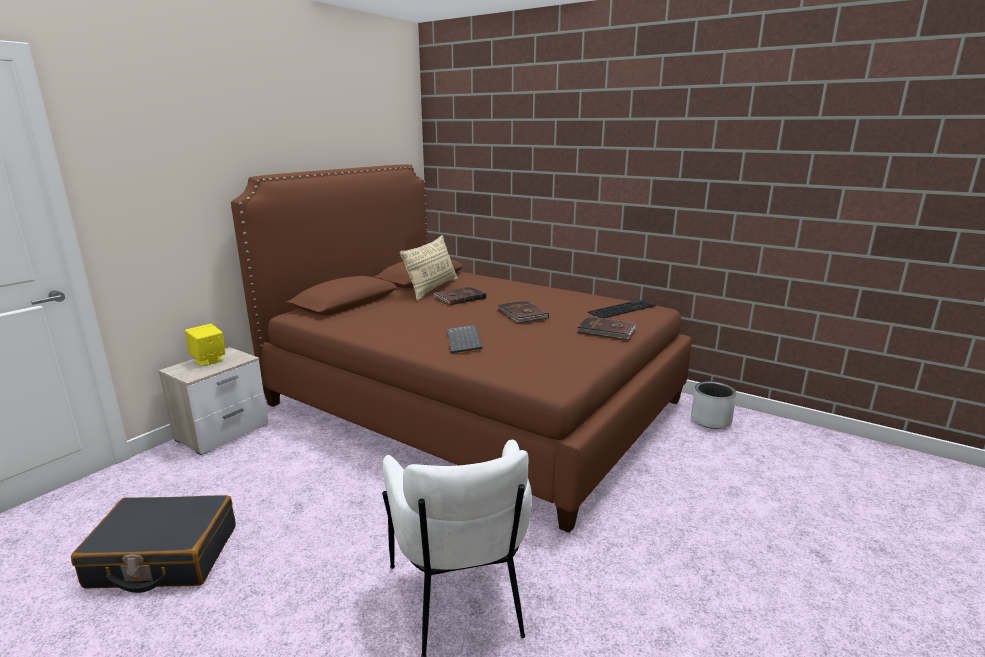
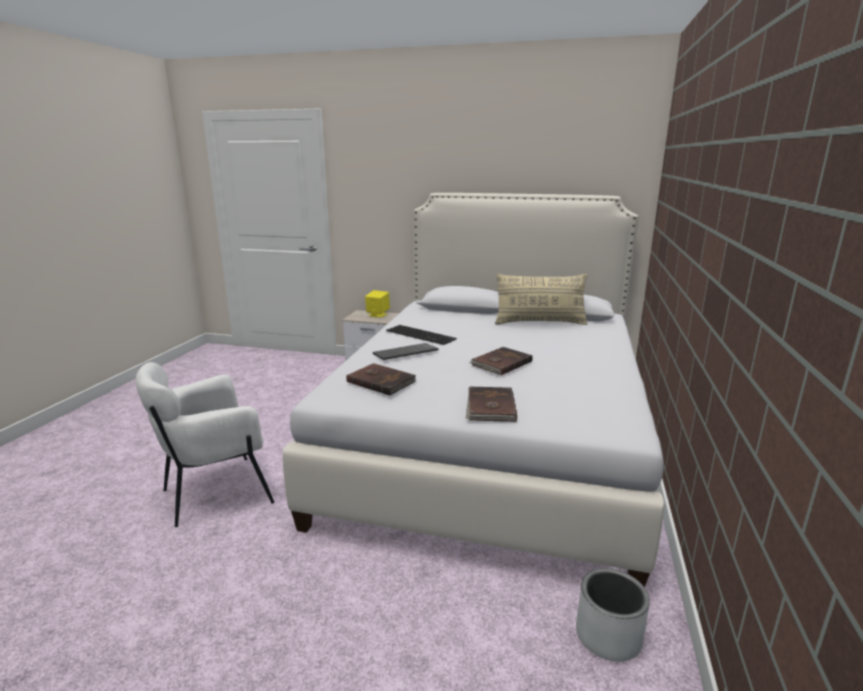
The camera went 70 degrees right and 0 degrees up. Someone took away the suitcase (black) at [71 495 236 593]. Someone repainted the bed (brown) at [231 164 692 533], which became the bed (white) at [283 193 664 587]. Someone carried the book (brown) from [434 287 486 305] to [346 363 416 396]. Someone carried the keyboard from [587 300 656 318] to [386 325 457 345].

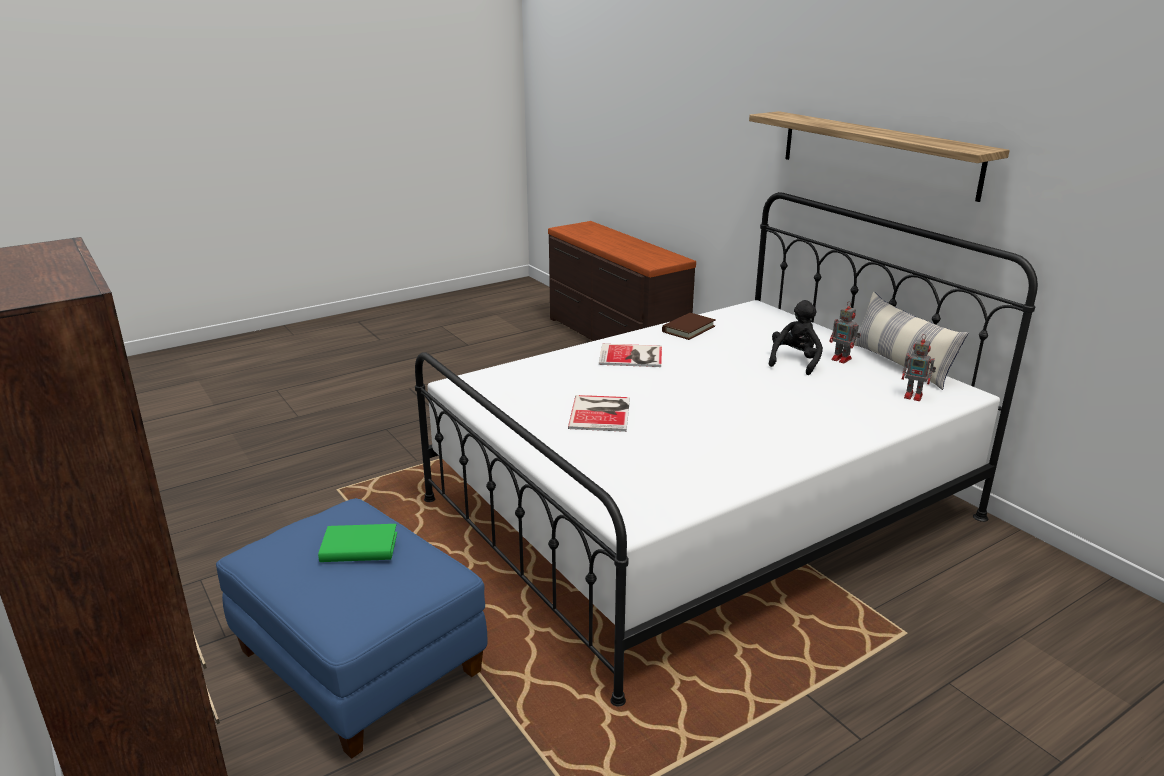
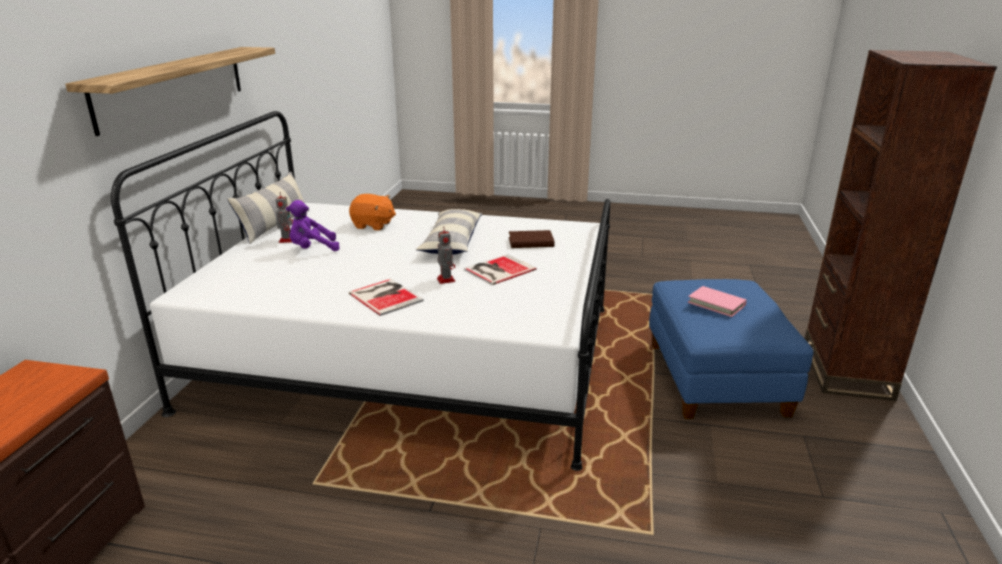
The camera went 135 degrees left and 0 degrees up. Someone repainted the book (green) at [318 524 397 562], which became the book (pink) at [688 286 747 317]. Someone carried the book (brown) from [662 313 716 340] to [509 230 555 248]. Someone repainted the plush toy (black) at [769 300 823 375], which became the plush toy (purple) at [286 200 340 251]. Someone carried the toy robot from [902 334 936 401] to [437 227 455 284]. Someone put down the plush toy (orange) at [349 194 396 230]. Someone put down the pillow at [416 209 482 254].

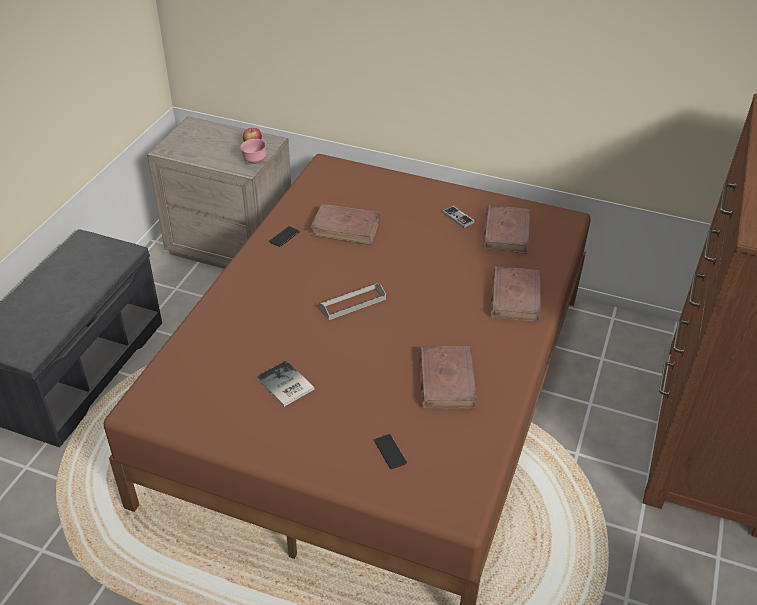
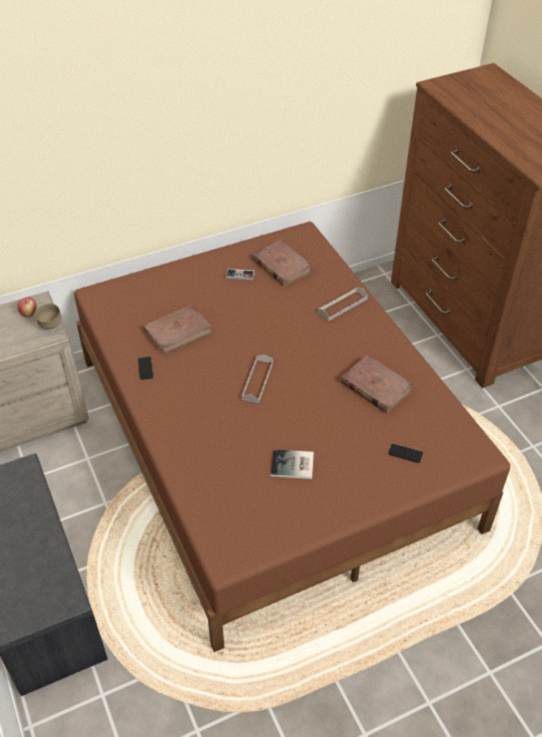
The camera went 45 degrees left and 5 degrees up. Someone repainted the bowl (pink) at [240 139 267 164], which became the bowl (brown) at [35 304 62 329]. Someone swapped the book (brown) at [490 266 540 322] for the tray (grey) at [318 287 368 321].

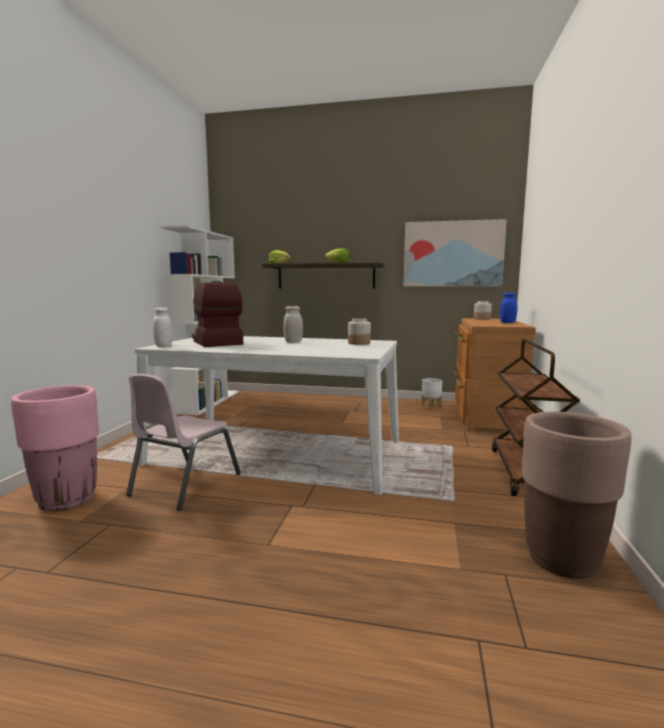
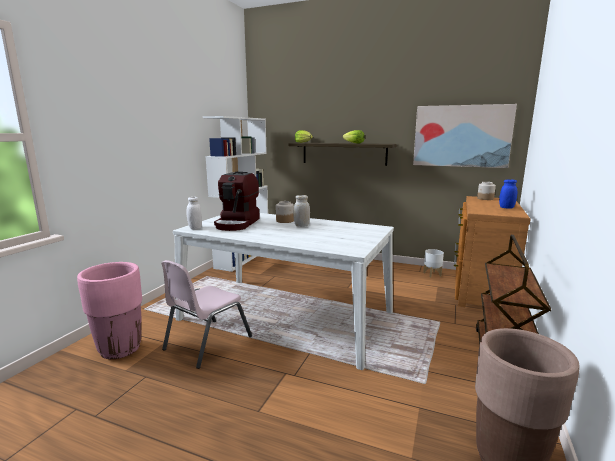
The camera went 10 degrees right and 5 degrees up. Someone rotated the coffee machine at [192 281 243 347] by 150 degrees counterclockwise. Someone carried the jar from [348 318 371 345] to [276 201 294 223].

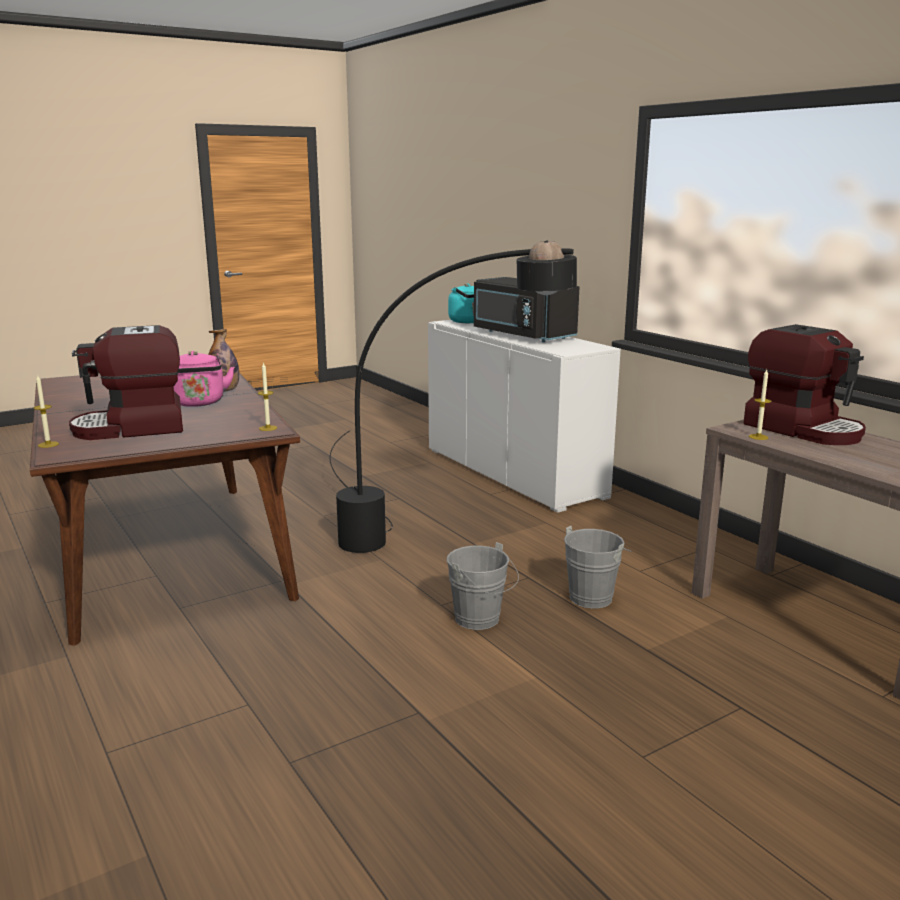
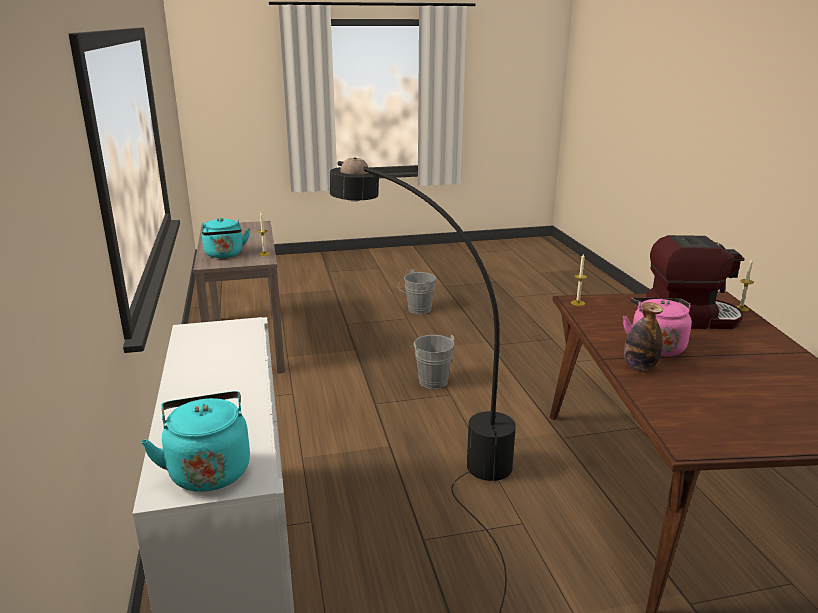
The camera went 160 degrees left and 5 degrees up. Someone took away the microwave (black) at [474 277 579 342]. Someone carried the bucket (grey) from [564 526 632 609] to [398 269 436 314]. Someone swapped the coffee machine at [744 324 866 445] for the kettle (turquoise) at [202 217 250 258].

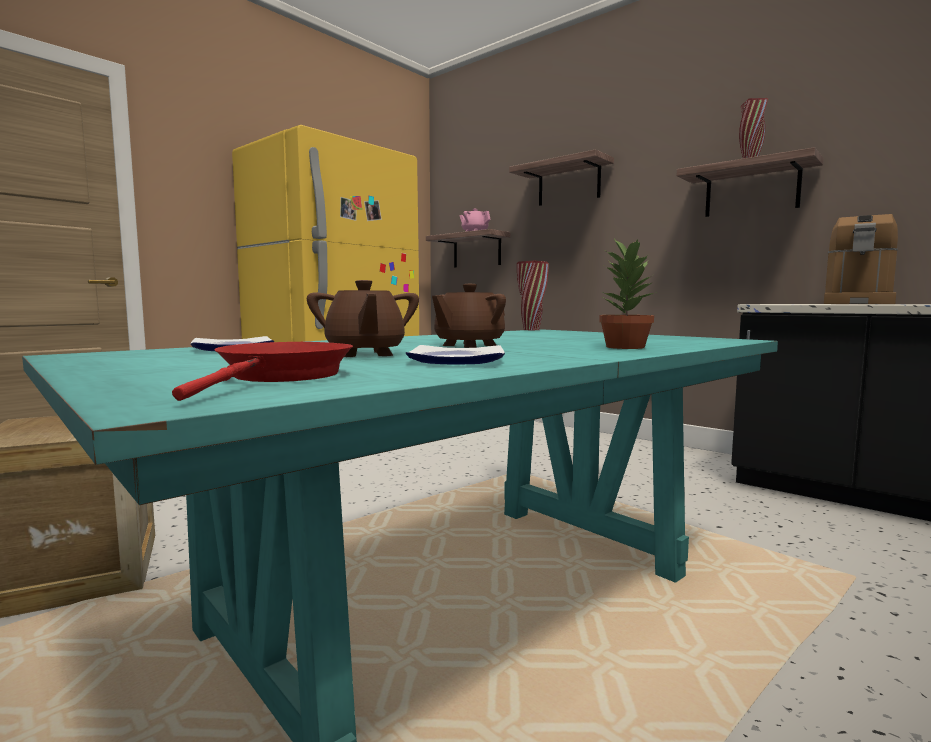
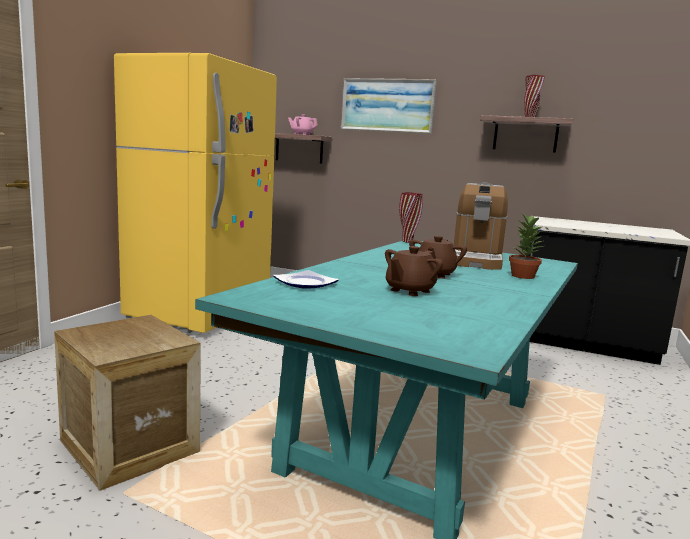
The camera went 20 degrees left and 5 degrees up. Someone took away the frying pan (red) at [172 342 353 401]. Someone rotated the teapot (brown) at [307 280 419 357] by 75 degrees clockwise. Someone took away the plate at [406 345 505 365]. Someone swapped the shelf at [509 149 614 206] for the picture at [341 78 437 134]. Someone carried the coffee machine from [824 214 898 304] to [454 182 508 270].

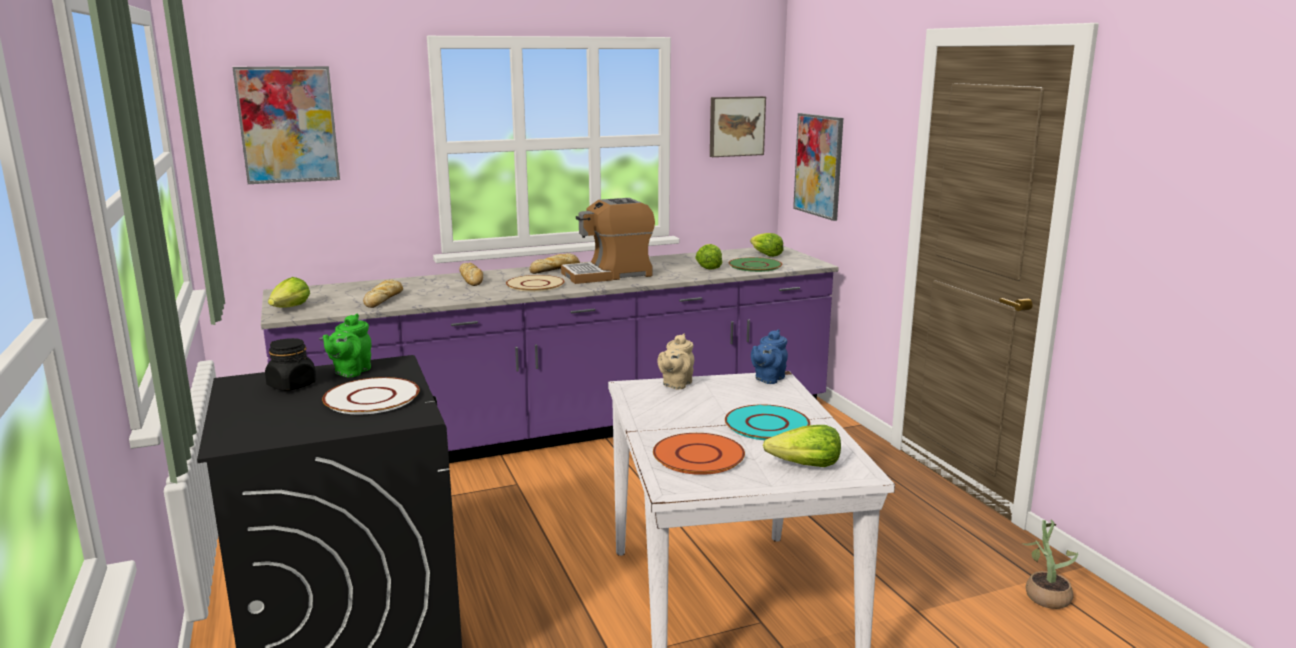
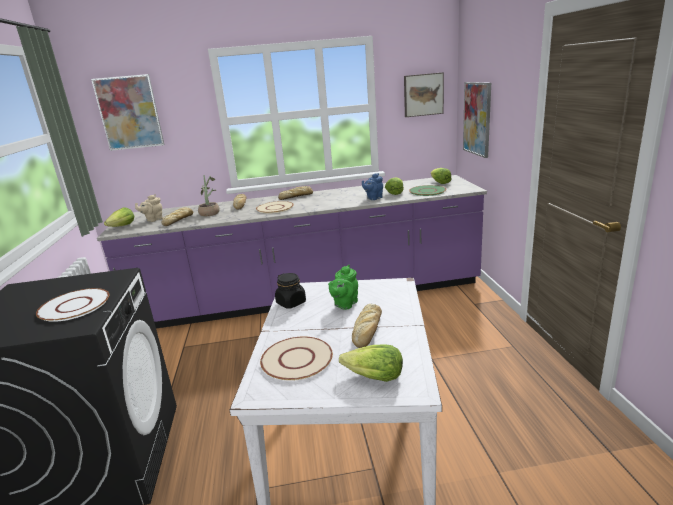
The camera went 15 degrees right and 5 degrees up. Someone carried the jar (black) from [265 338 316 391] to [275 273 306 309]. Someone carried the teapot (green) from [323 314 371 377] to [328 265 358 310]. Someone took away the coffee machine at [561 198 655 284]. Someone repainted the plate (orange) at [653 433 745 475], which became the plate (beige) at [260 336 333 381]. Someone carried the teapot (beige) from [658 334 694 389] to [135 194 163 222]. Someone swapped the plate (turquoise) at [725 404 810 440] for the bread at [352 304 382 348]. Someone carried the teapot (blue) from [751 329 788 384] to [362 173 383 200]. Someone carried the potted plant from [1022 520 1078 609] to [198 175 220 216].

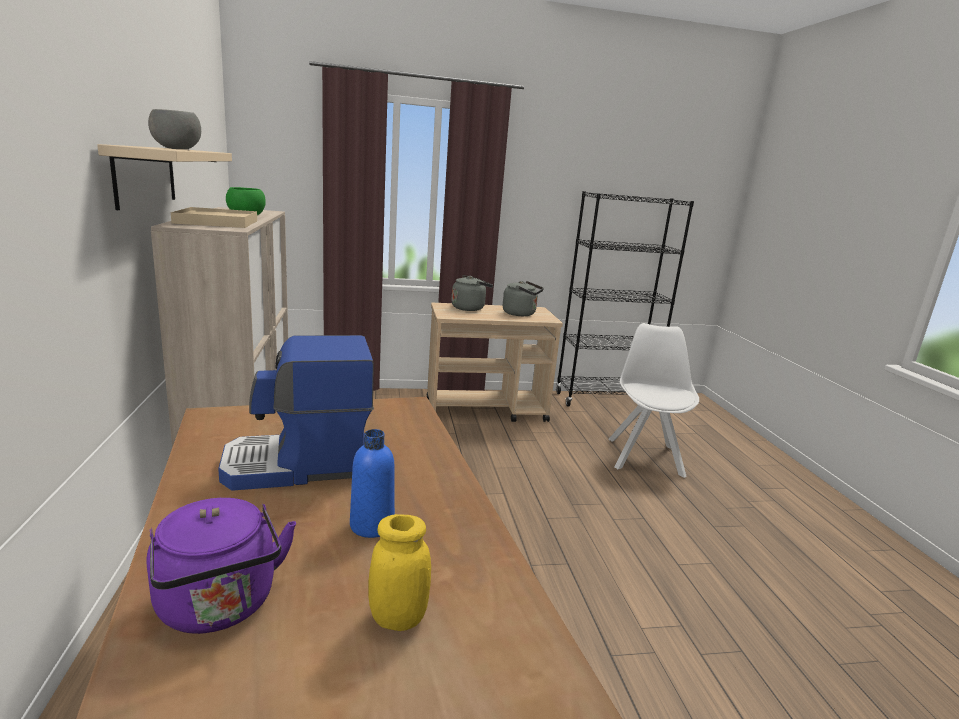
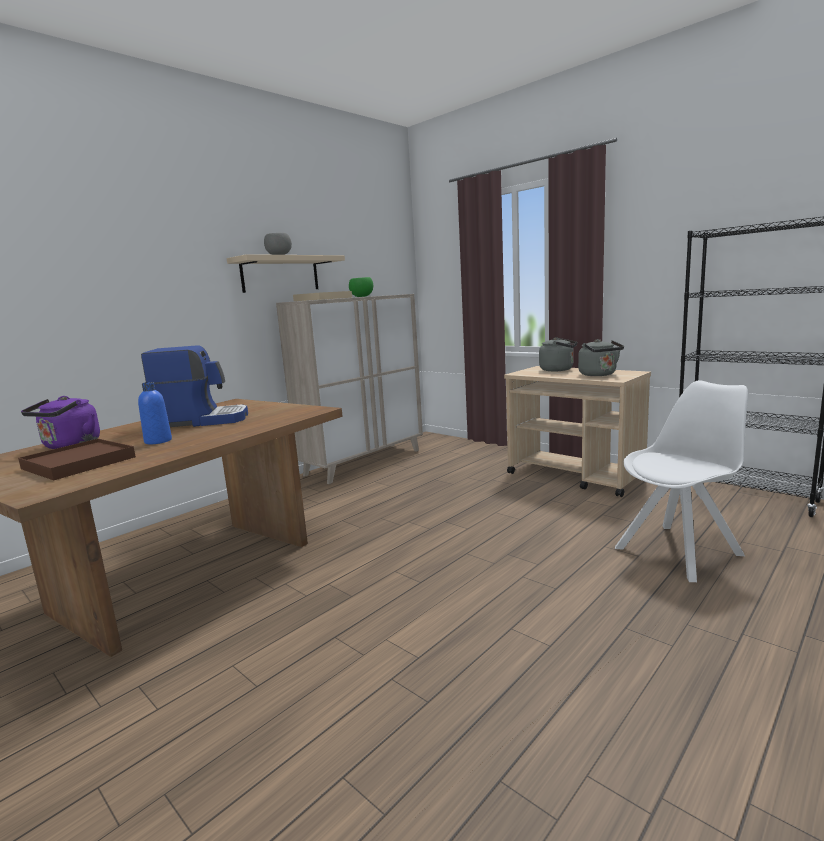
The camera went 55 degrees right and 5 degrees down. Someone rotated the coffee machine at [218 335 374 491] by 135 degrees clockwise. Someone swapped the jar (yellow) at [369 514 431 631] for the tray (brown) at [18 439 136 480].

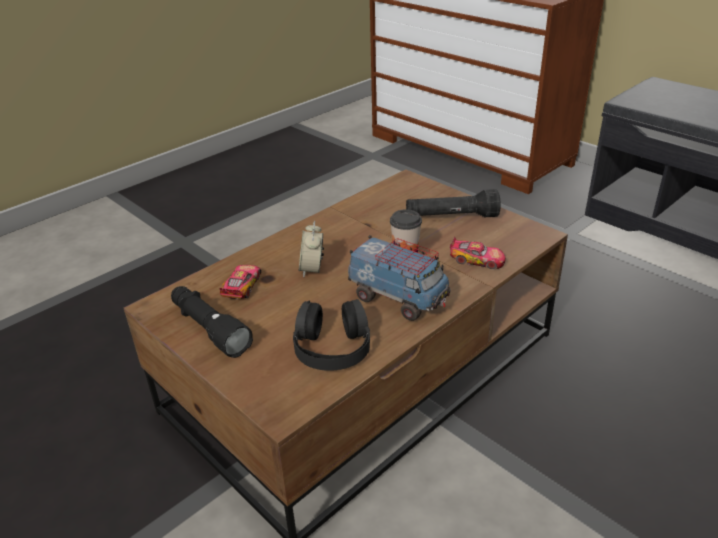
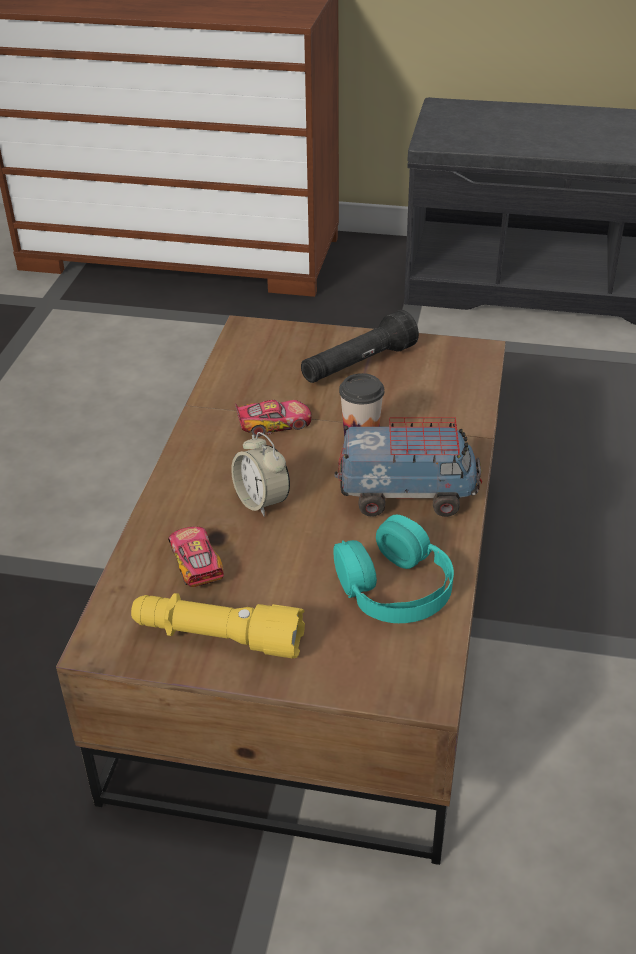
The camera went 35 degrees left and 5 degrees up. Someone repainted the flashlight (black) at [171 286 253 358], which became the flashlight (yellow) at [131 593 305 659]. Someone repainted the headphones (black) at [293 299 370 371], which became the headphones (turquoise) at [333 515 454 623]. Someone carried the toy car from [450 237 506 269] to [235 400 311 437].

